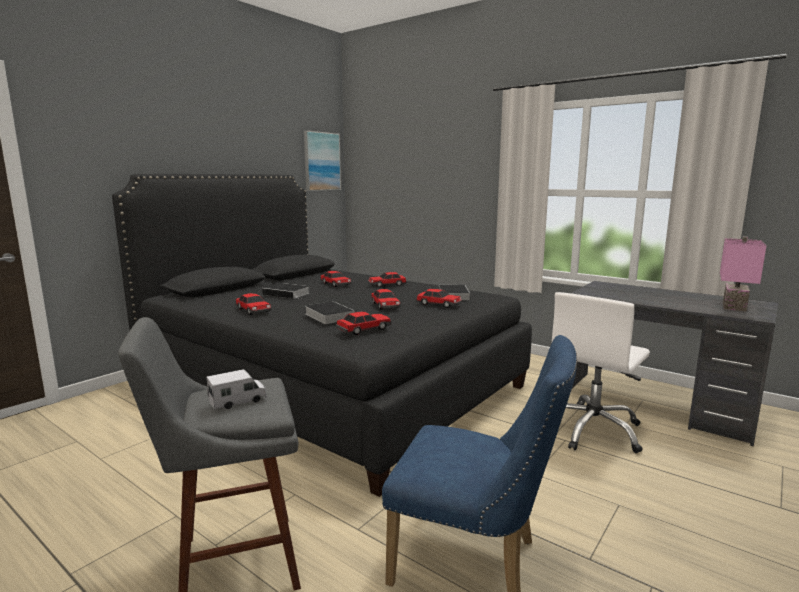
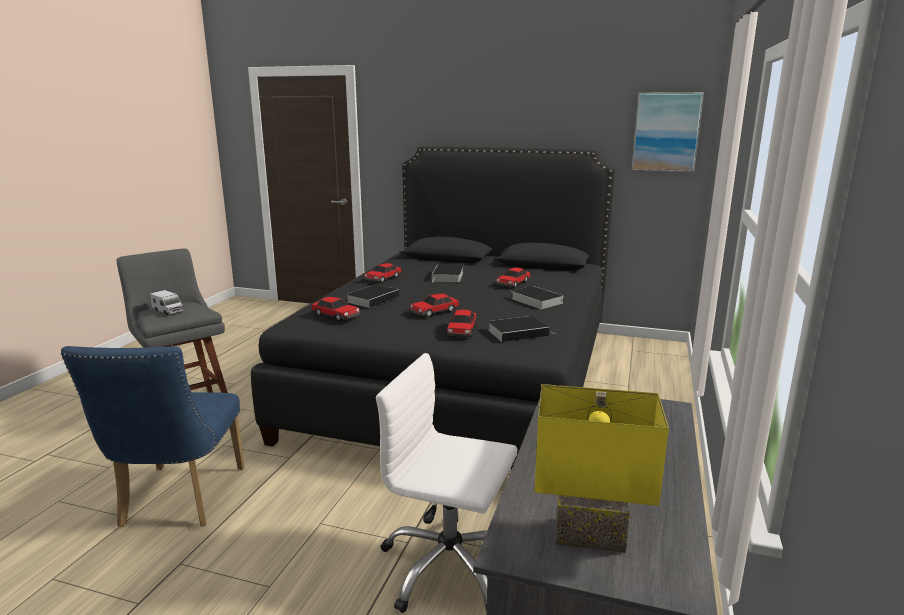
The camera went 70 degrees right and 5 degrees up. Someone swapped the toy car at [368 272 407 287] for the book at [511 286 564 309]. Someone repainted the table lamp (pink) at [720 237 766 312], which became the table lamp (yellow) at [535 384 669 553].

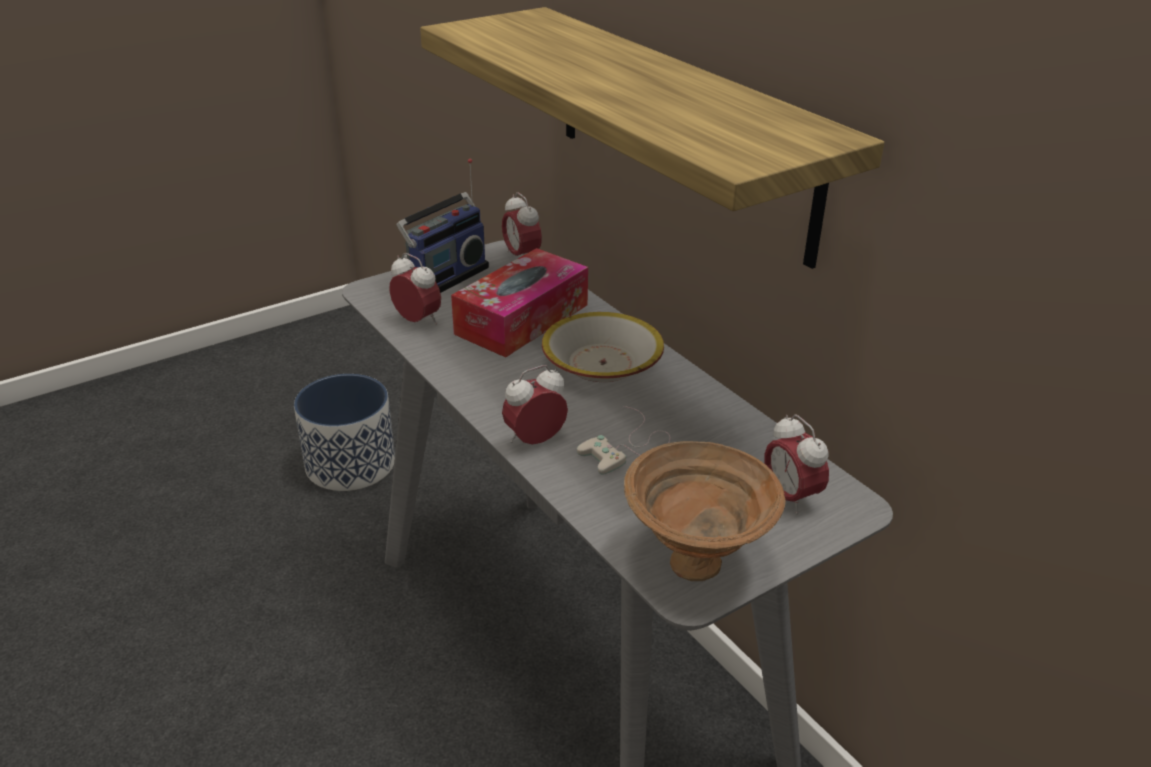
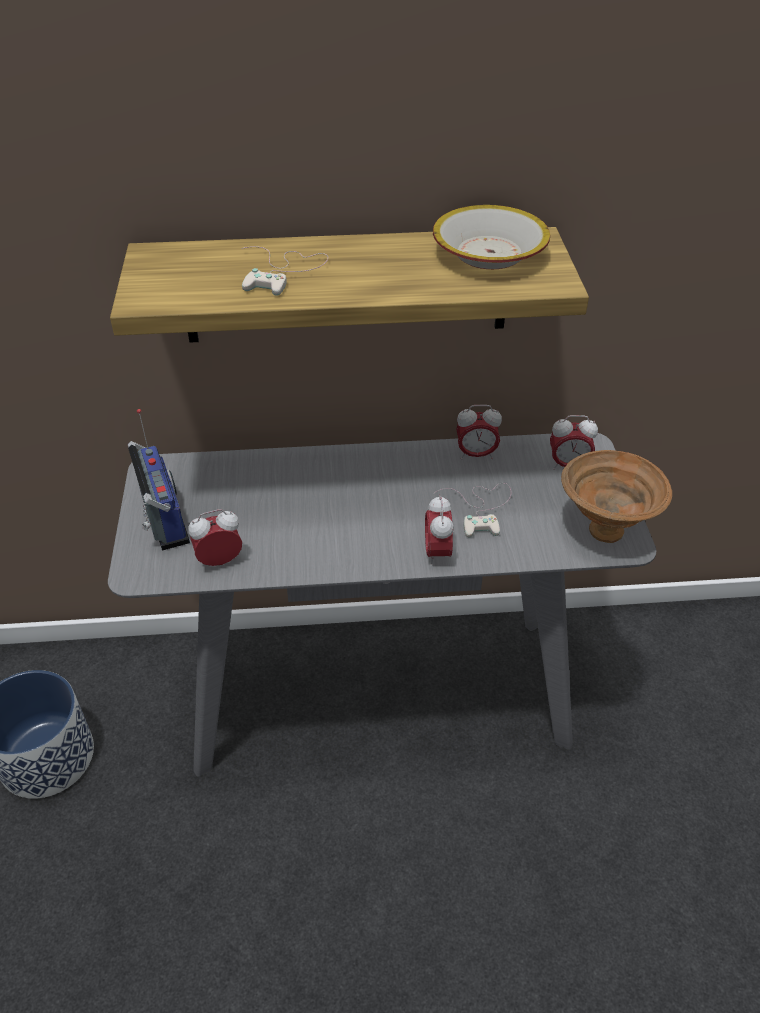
The camera went 60 degrees left and 10 degrees up. Someone took away the tissue box at [451 248 588 357]. Someone carried the alarm clock from [502 192 542 256] to [456 405 502 459]. Someone carried the bowl from [542 312 664 382] to [433 205 550 269]. Someone put down the game controller (white) at [242 246 328 296].

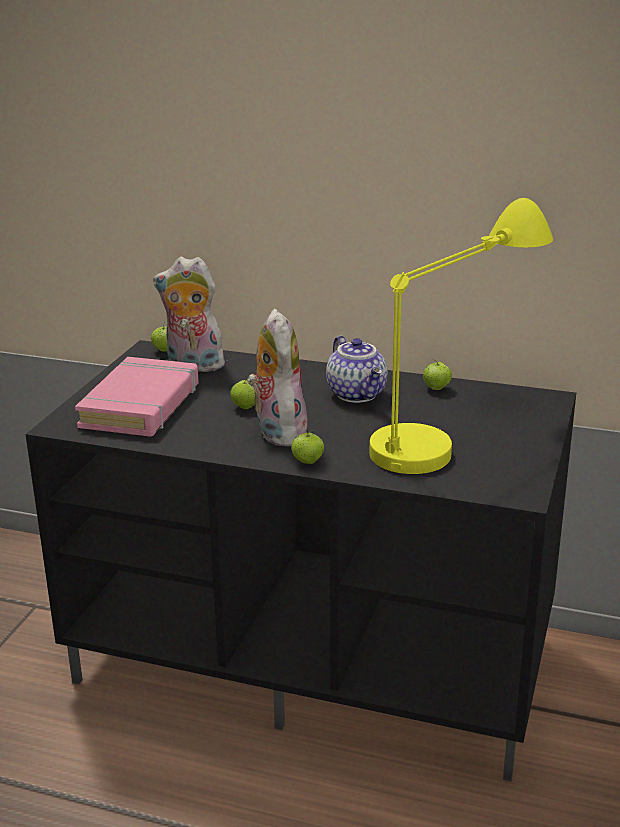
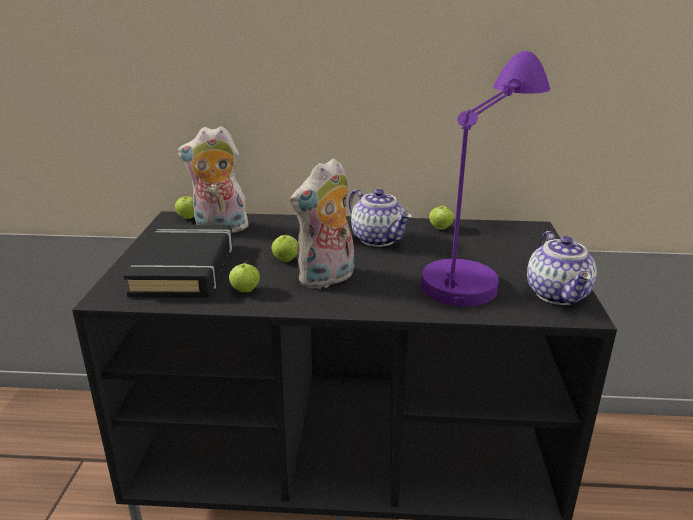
The camera went 15 degrees left and 0 degrees up. Someone repainted the book (pink) at [75 357 199 437], which became the book (black) at [124 224 233 298]. Someone rotated the plush toy at [247 309 307 446] by 105 degrees counterclockwise. Someone carried the apple from [291 430 324 464] to [229 260 260 292]. Someone repainted the table lamp (yellow) at [370 198 553 474], which became the table lamp (purple) at [421 51 550 306]. Someone put down the teapot at [527 231 597 305].

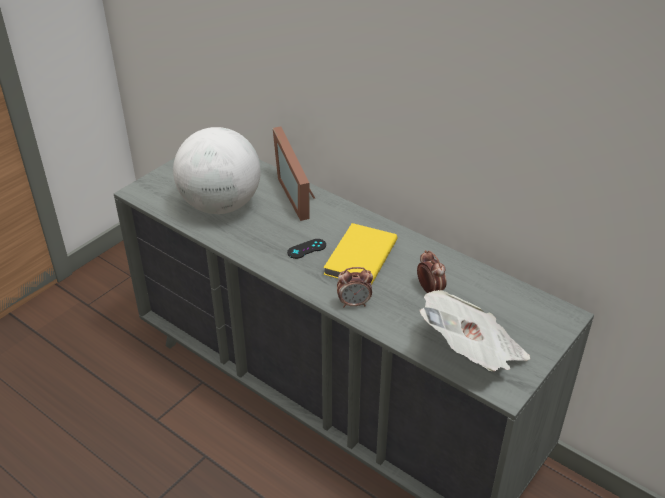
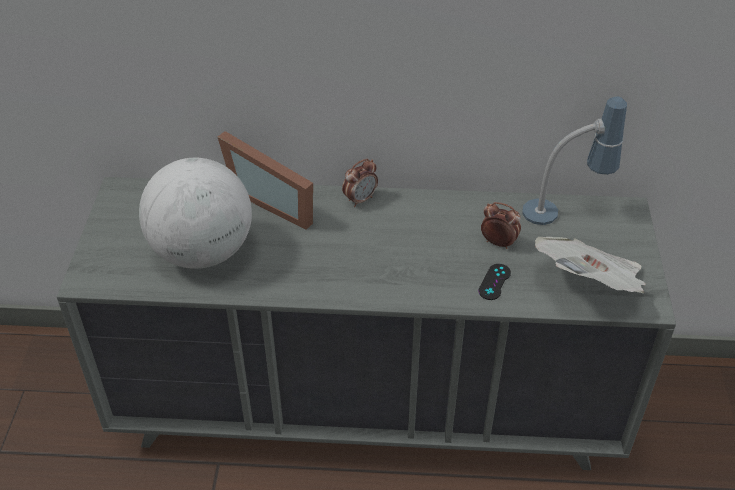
The camera went 35 degrees left and 5 degrees up. Someone carried the game controller (black) from [287 239 326 259] to [478 264 511 300]. Someone took away the book (yellow) at [323 223 397 285]. Someone carried the alarm clock from [337 267 373 307] to [342 159 378 207]. Someone put down the table lamp at [522 96 627 225].

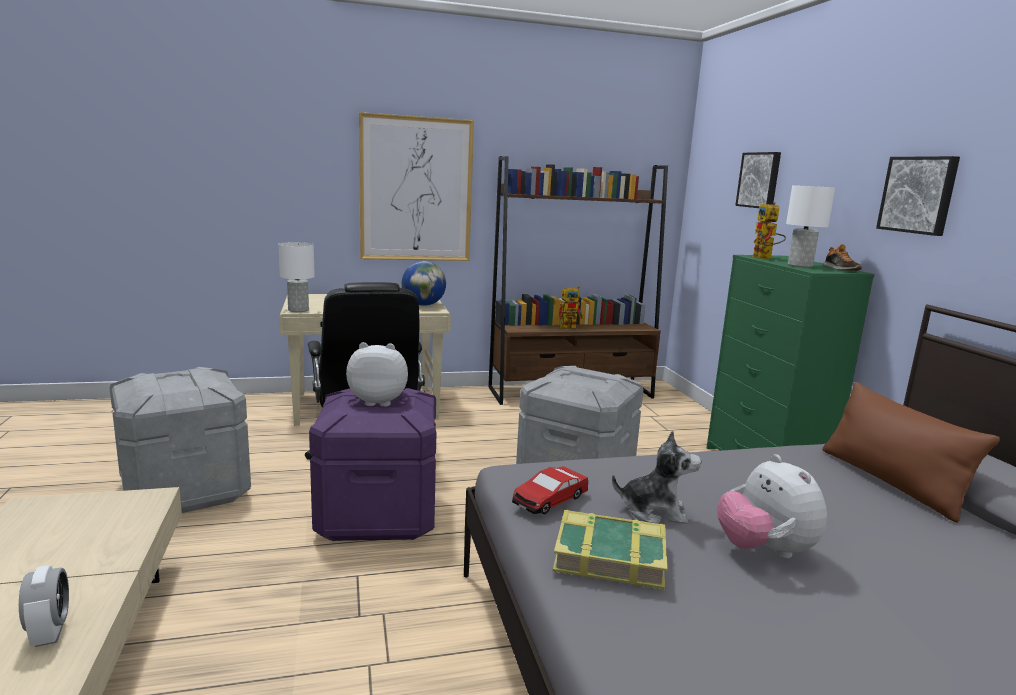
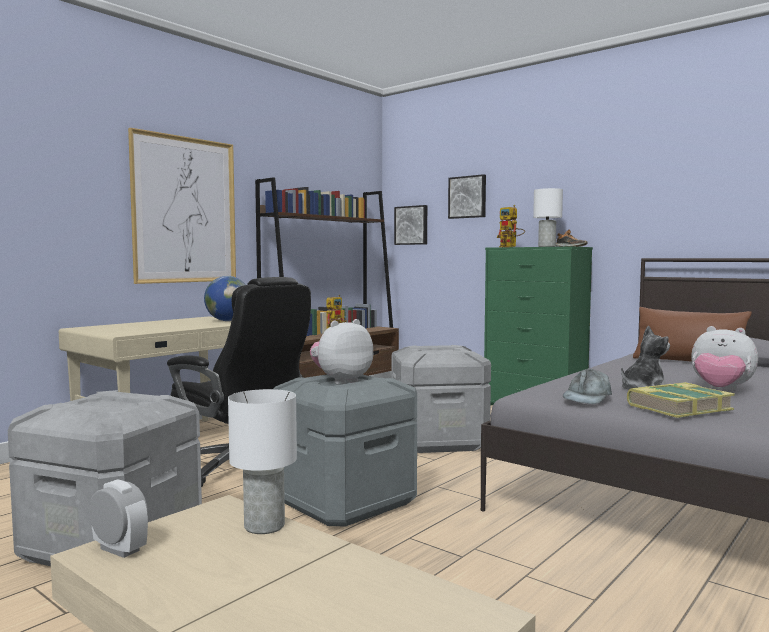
The camera went 35 degrees left and 10 degrees down. Someone carried the alarm clock from [19 565 69 647] to [89 479 148 558]. Someone carried the table lamp (white) from [279 242 315 312] to [228 389 297 534]. Someone repainted the storage box (purple) at [309 388 437 541], which became the storage box (grey) at [273 374 417 526]. Someone swapped the toy car at [512 466 588 515] for the cap (grey) at [563 369 612 404]. Someone carried the picture from [876 156 960 236] to [394 205 427 245].

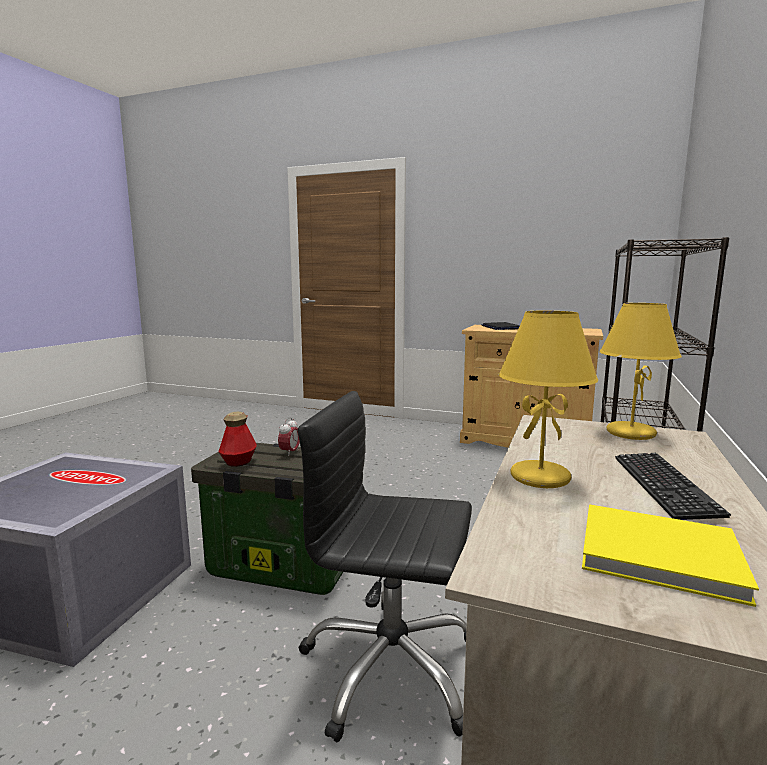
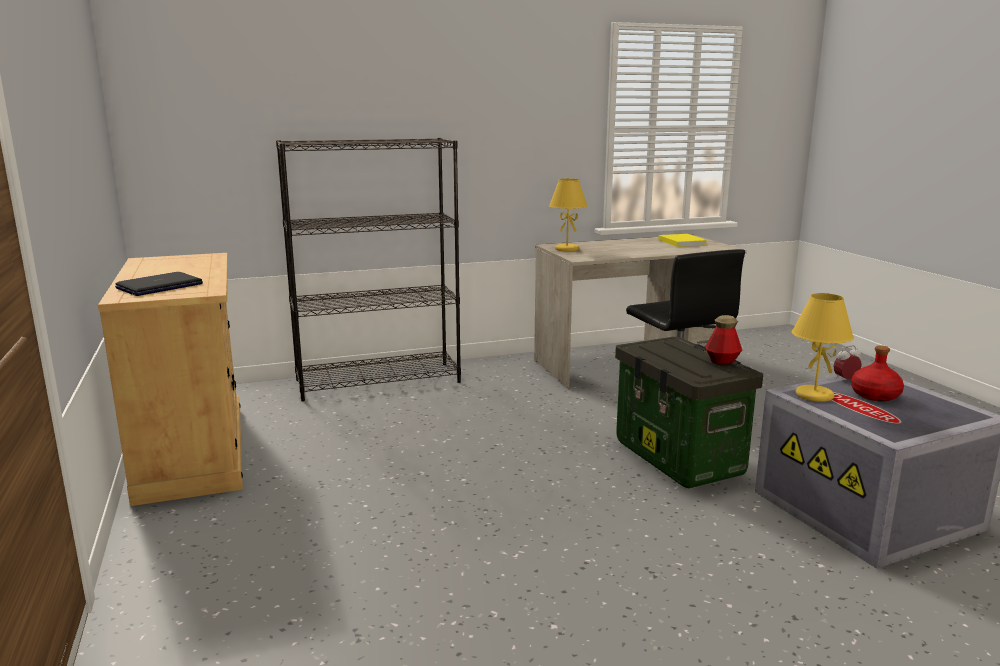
The camera went 130 degrees left and 5 degrees up. Someone carried the alarm clock from [278 417 300 456] to [834 346 861 380]. Someone carried the table lamp (yellow) from [498 311 598 488] to [791 293 854 402]. Someone took away the keyboard at [615 453 731 520]. Someone put down the bottle (red) at [851 345 904 401].

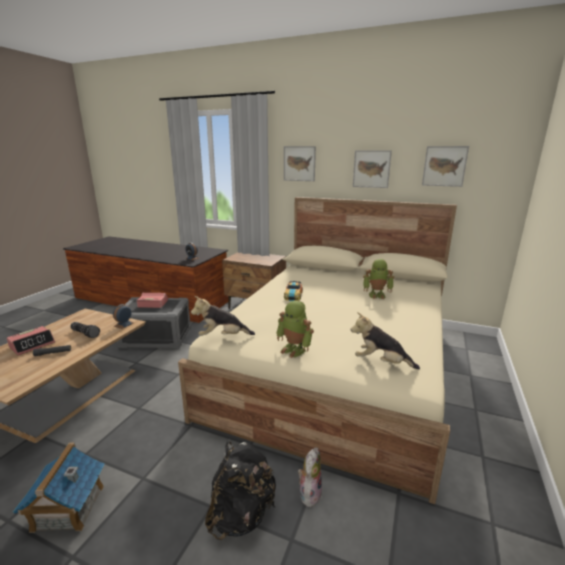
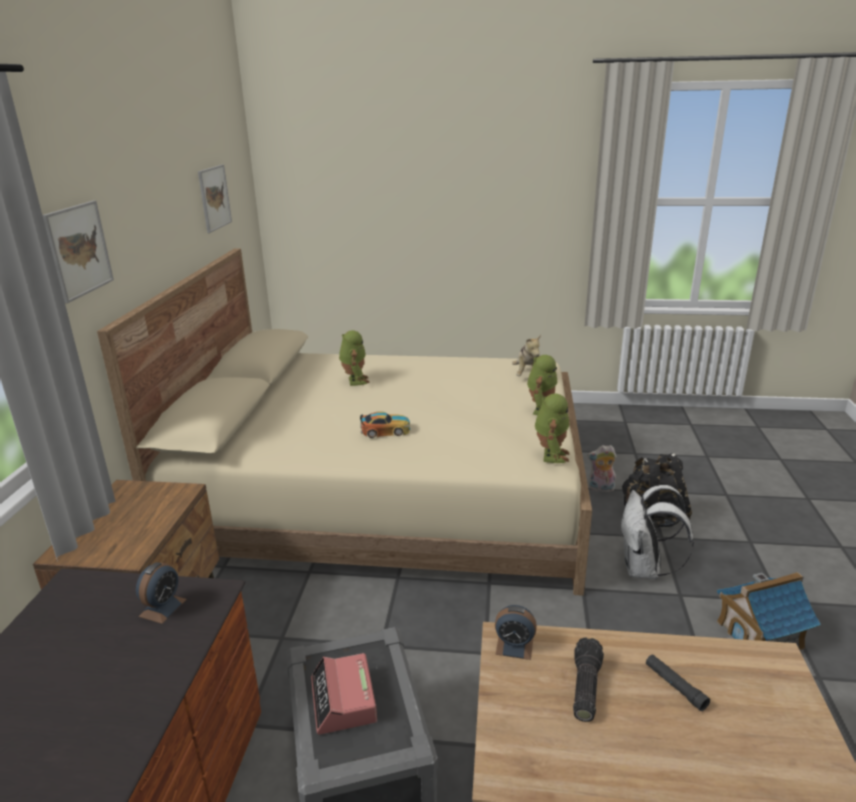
The camera went 105 degrees left and 5 degrees up. Someone took away the alarm clock at [7 326 55 355]. Someone swapped the plush toy at [191 296 255 336] for the toy robot at [535 394 569 463]. Someone took away the picture at [353 150 392 188]. Someone put down the backpack (white) at [620 485 694 580].

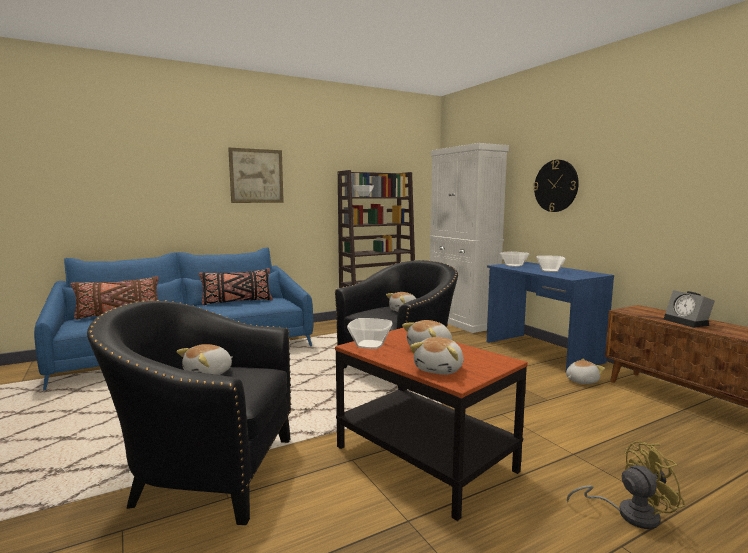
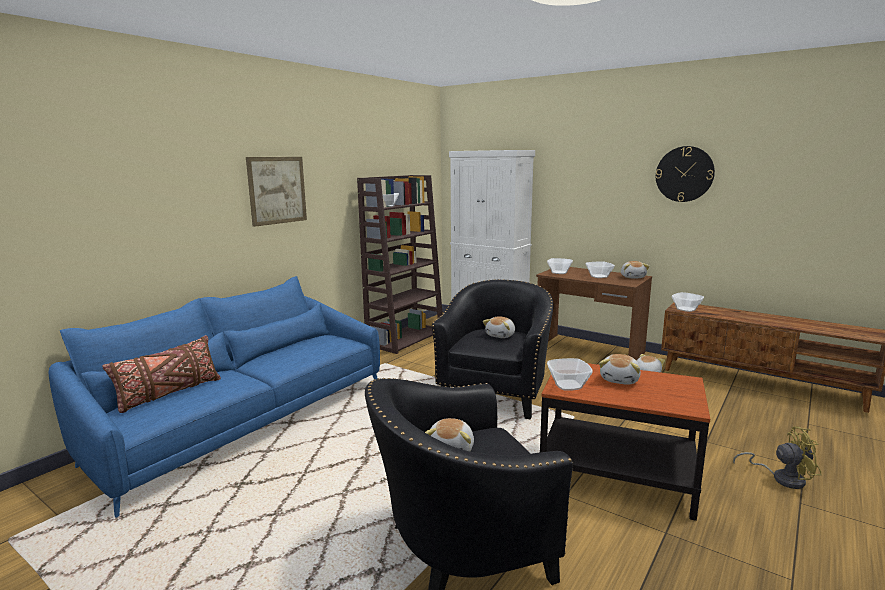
The camera went 25 degrees left and 5 degrees up. Someone took away the pillow (black) at [199 268 273 305]. Someone carried the plush toy from [410 337 463 375] to [621 261 650 278]. Someone repainted the desk (blue) at [487 262 614 370], which became the desk (brown) at [536 267 652 360]. Someone carried the wall clock from [533 160 579 212] to [656 146 715 202]. Someone rotated the fan (yellow) at [567 441 685 529] by 45 degrees clockwise. Someone took away the alarm clock at [663 290 715 328]. Someone put down the bowl at [672 292 704 312].

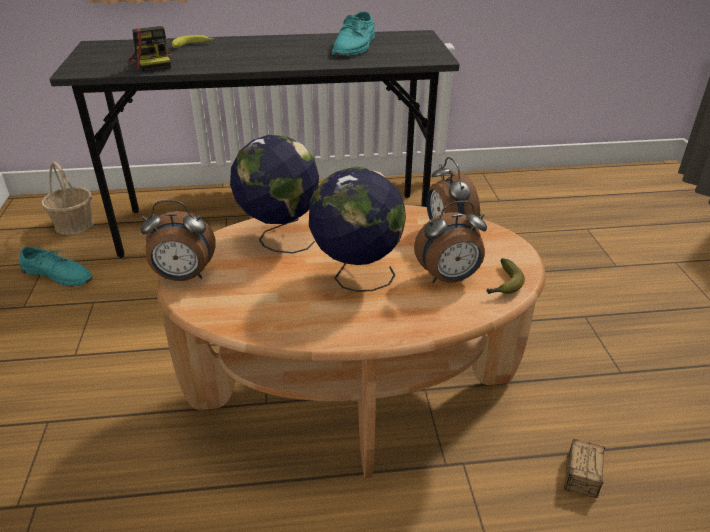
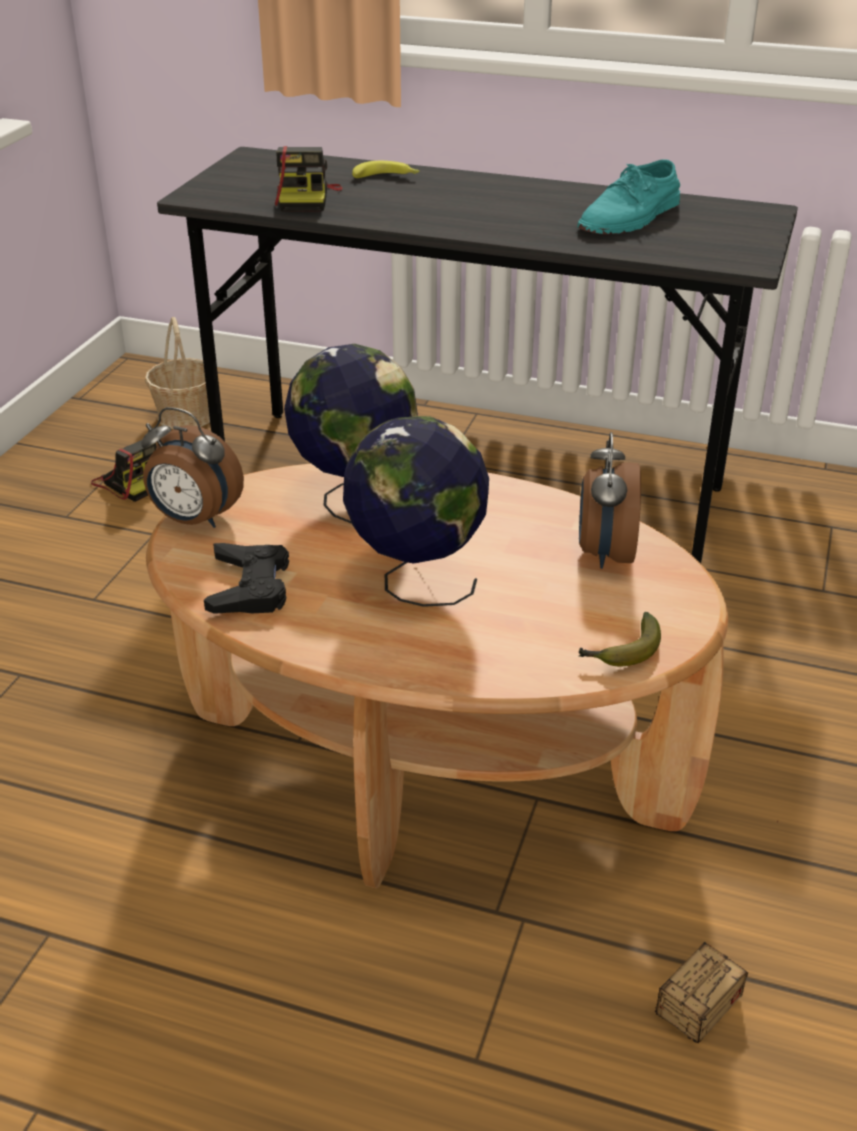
The camera went 25 degrees right and 0 degrees up. Someone swapped the shoe (turquoise) at [19 247 92 287] for the photo camera at [91 440 157 502]. Someone took away the alarm clock at [414 201 487 283]. Someone put down the game controller (black) at [204 543 289 614].

